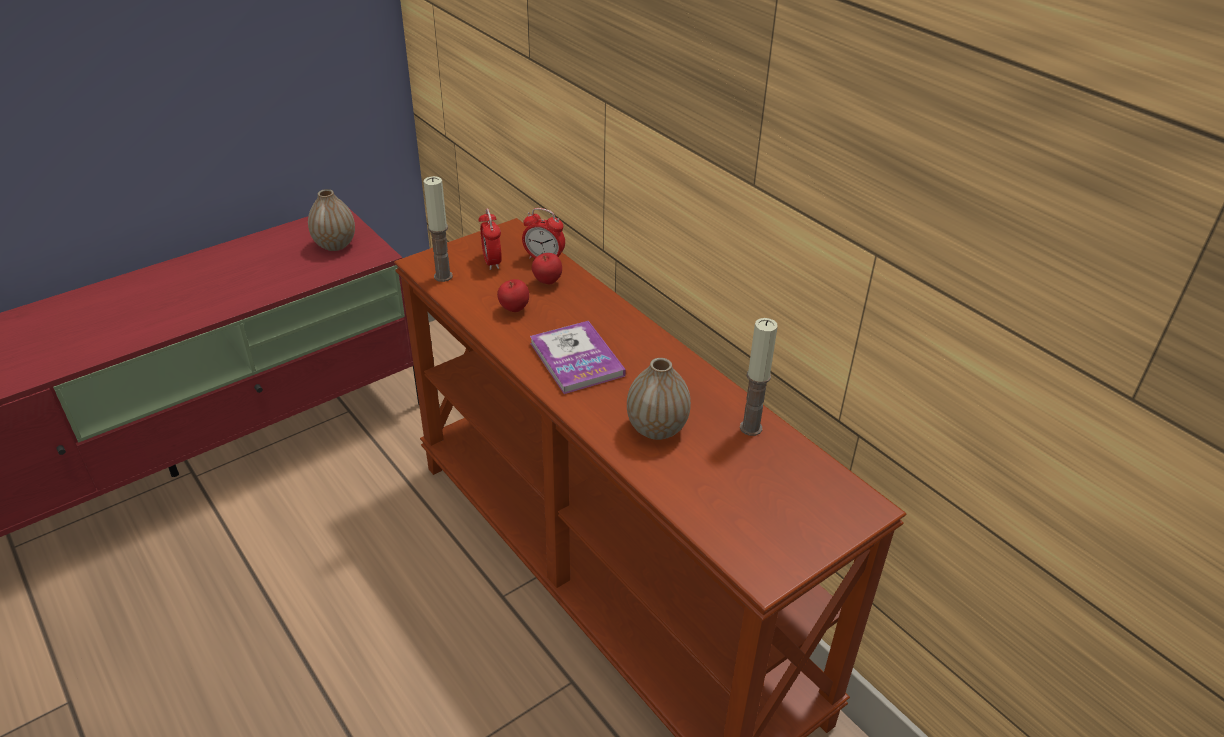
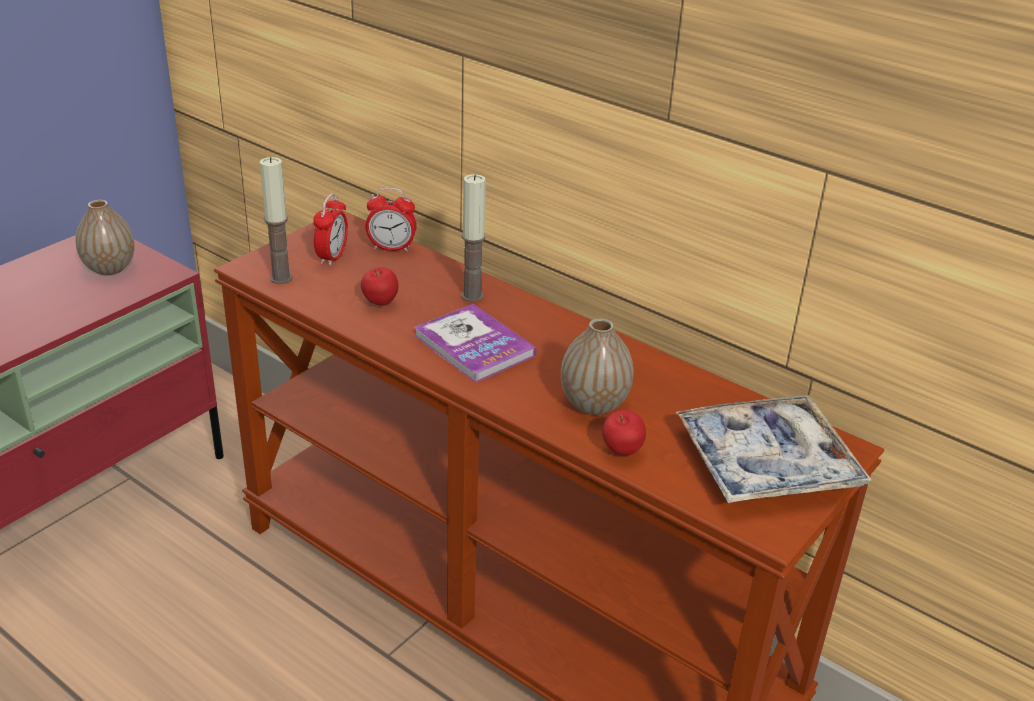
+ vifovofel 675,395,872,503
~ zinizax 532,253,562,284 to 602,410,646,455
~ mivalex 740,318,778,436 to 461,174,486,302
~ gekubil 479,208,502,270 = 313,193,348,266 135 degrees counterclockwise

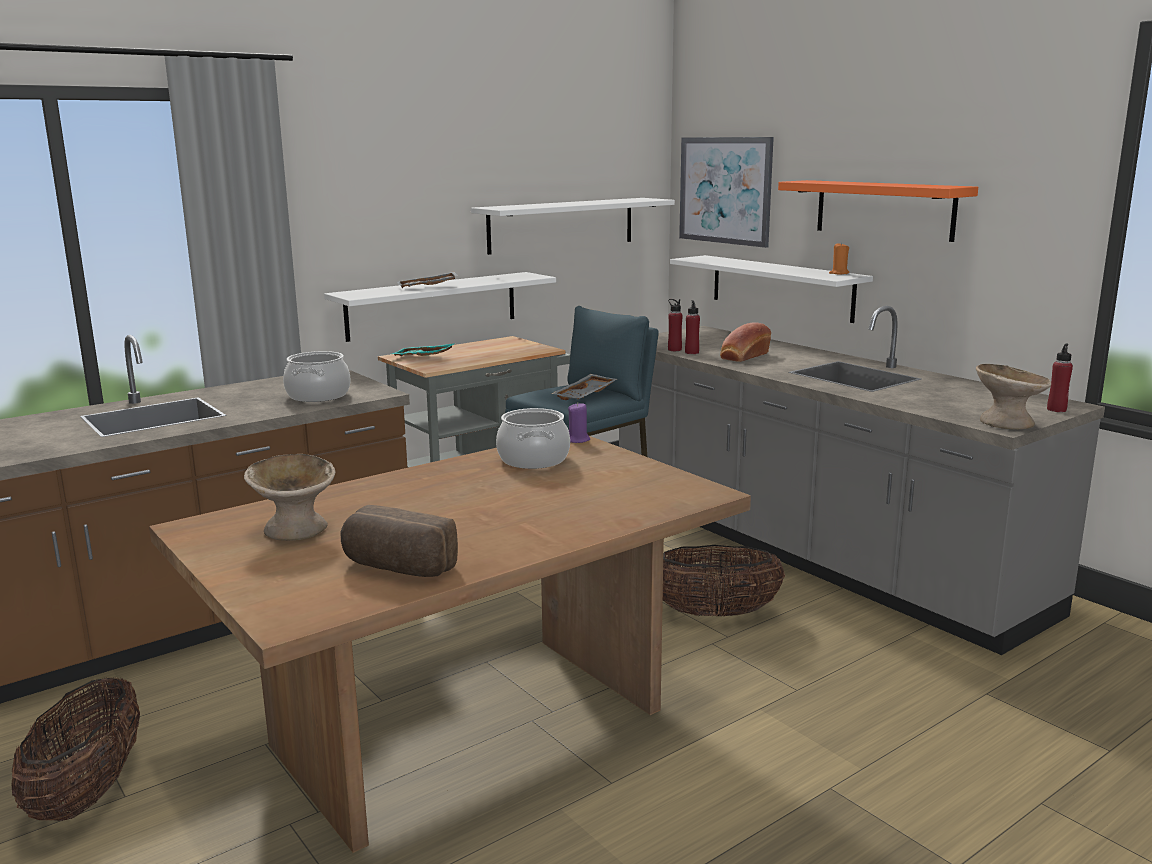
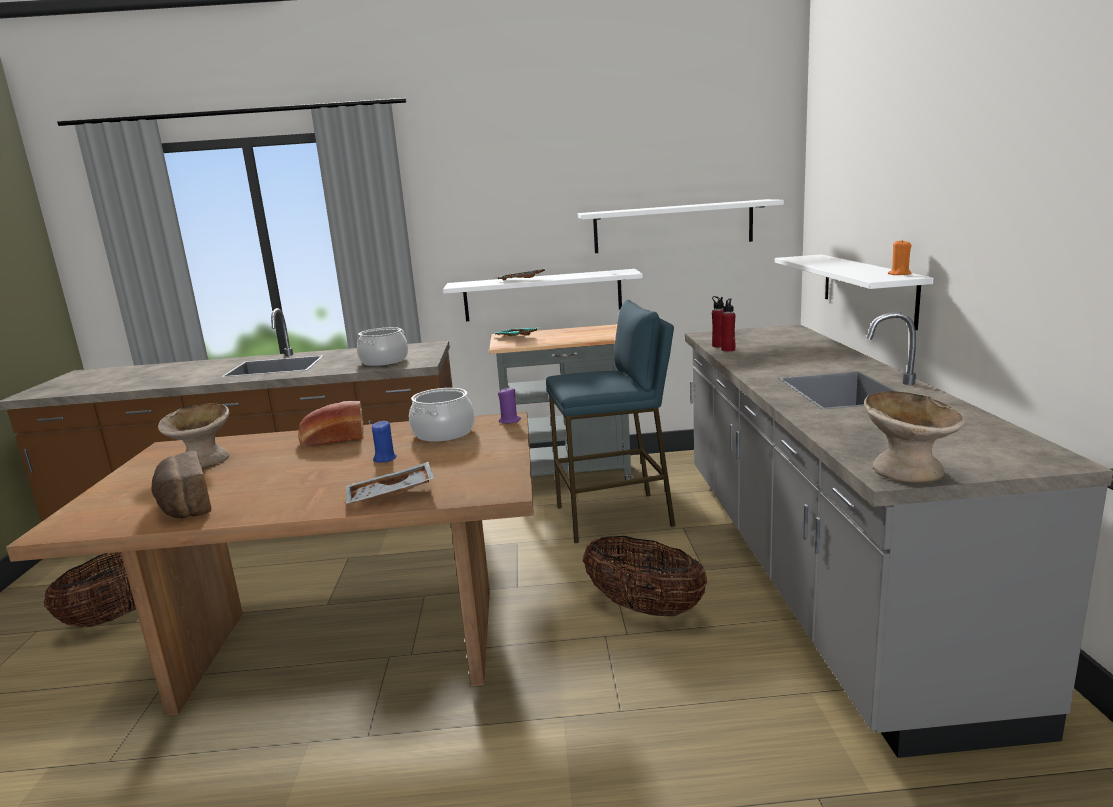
- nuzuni 679,137,774,248
- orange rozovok 778,180,978,242
- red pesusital 1047,344,1073,412
+ blue mivalex 372,421,397,463
~ grey vifovofel 552,374,617,400 to 346,462,434,504
~ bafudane 720,322,771,362 to 298,400,364,447

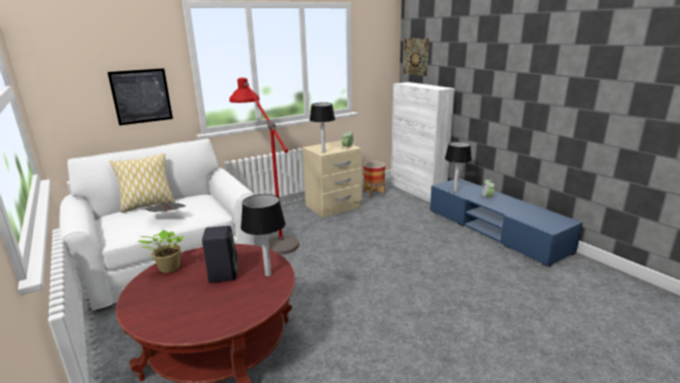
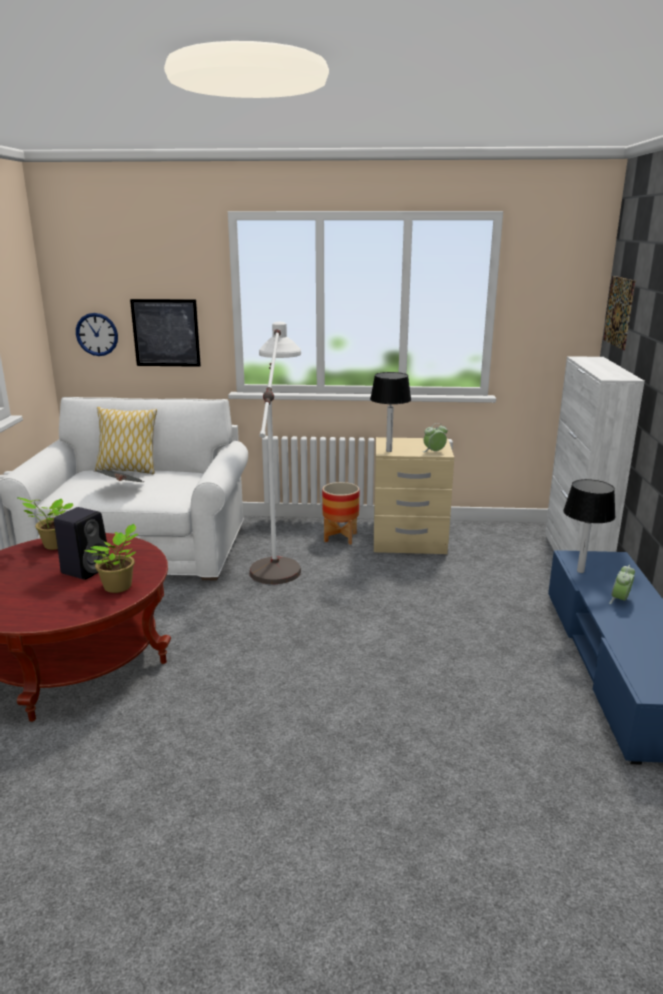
+ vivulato 76,313,118,356
~ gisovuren 364,161,385,198 to 322,482,359,545
~ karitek 241,194,286,277 to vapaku 85,524,139,593
~ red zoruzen 229,78,300,255 to white zoruzen 249,322,301,584

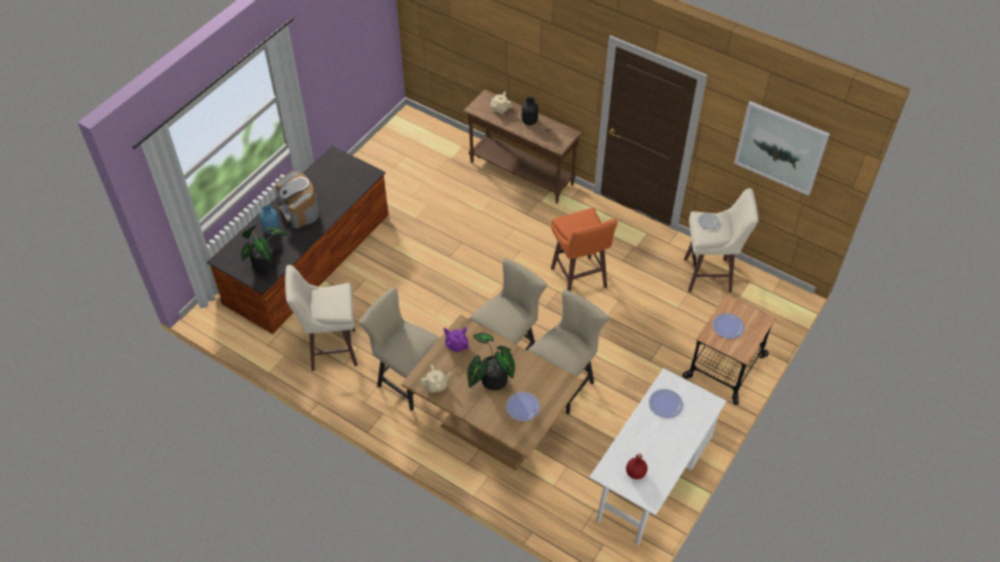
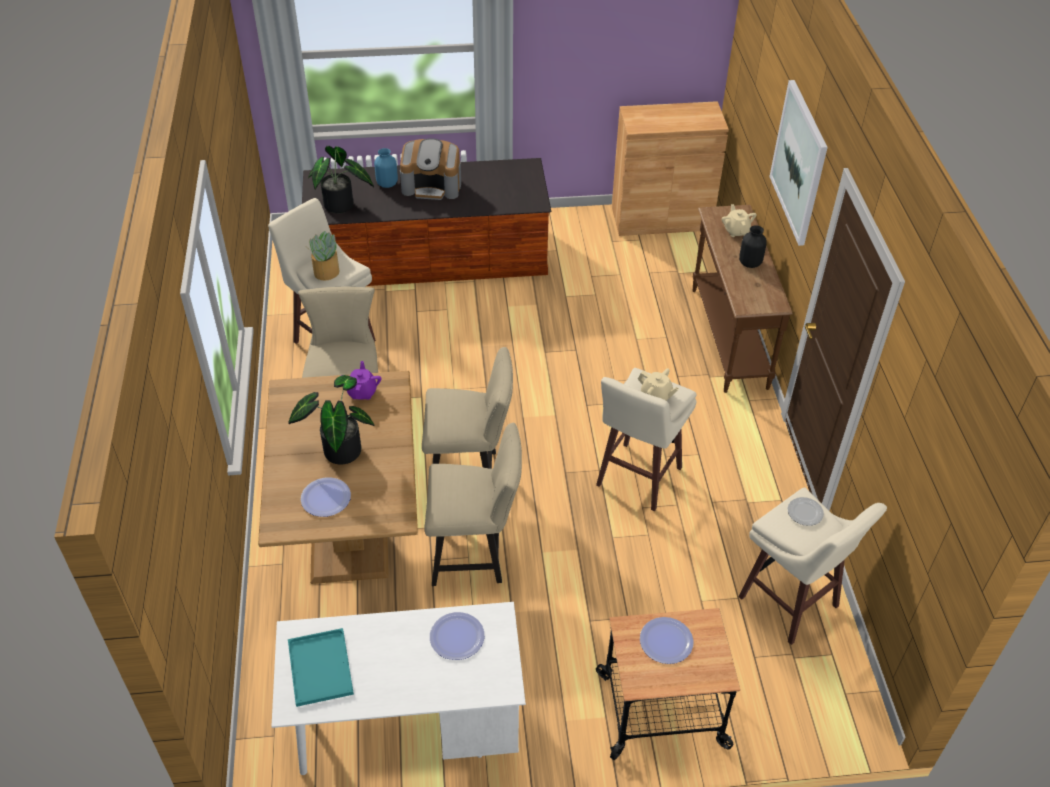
+ vapaku 310,231,339,281
+ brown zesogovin 612,101,729,236
~ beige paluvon 420,365,452,393 to 638,368,679,401
~ nuzuni 734,101,830,196 to 769,80,828,246
~ red pesusital 626,453,647,479 to turquoise vifovofel 288,628,354,707
~ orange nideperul 551,208,618,291 to beige nideperul 596,368,697,511
~ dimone 275,171,319,228 = 400,138,461,200 105 degrees counterclockwise

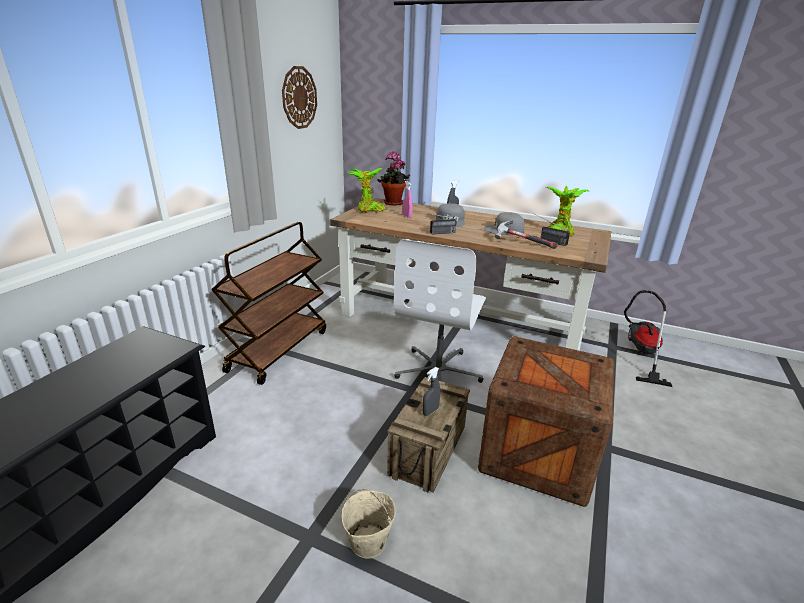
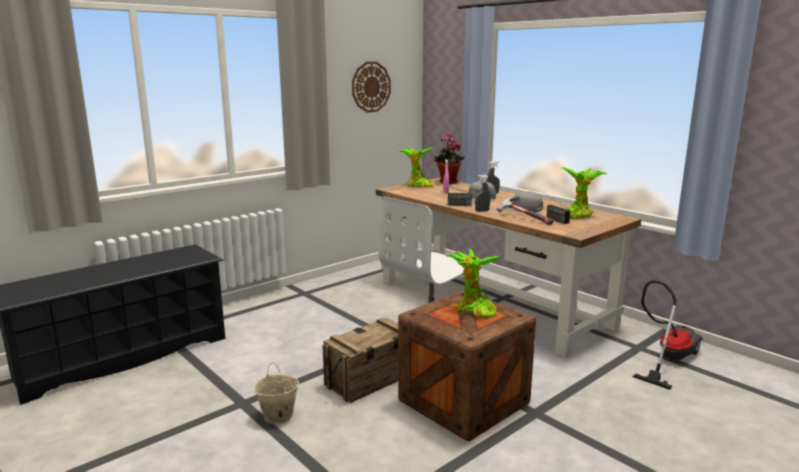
- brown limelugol 211,222,326,385
+ vapaku 445,249,501,317
~ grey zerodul 422,367,440,416 to 475,175,490,212

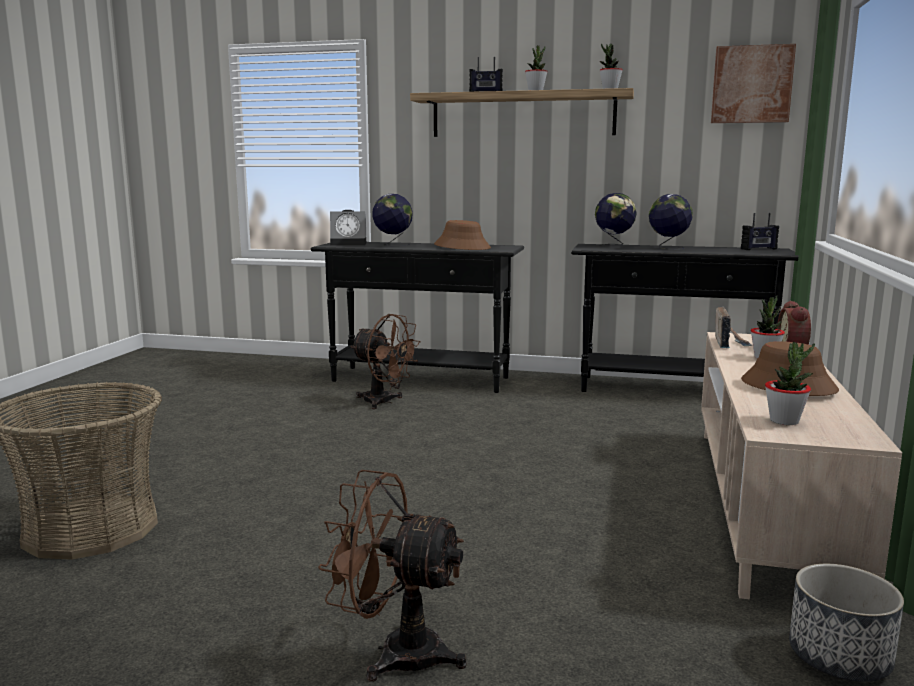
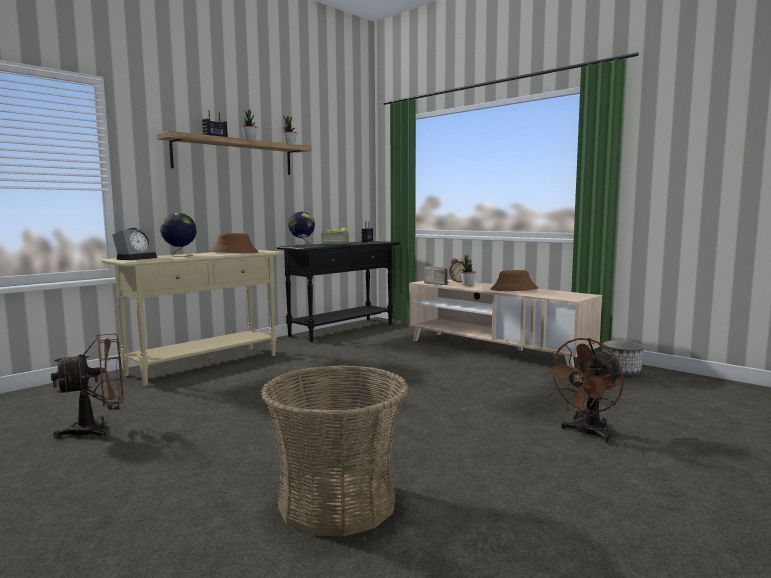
- nuzuni 711,44,796,123
- vapaku 765,342,815,425
~ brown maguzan 350,314,420,409 to 51,334,124,438
~ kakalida 649,194,693,250 to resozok 321,227,349,245
~ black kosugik 311,242,524,393 to beige kosugik 101,250,284,386

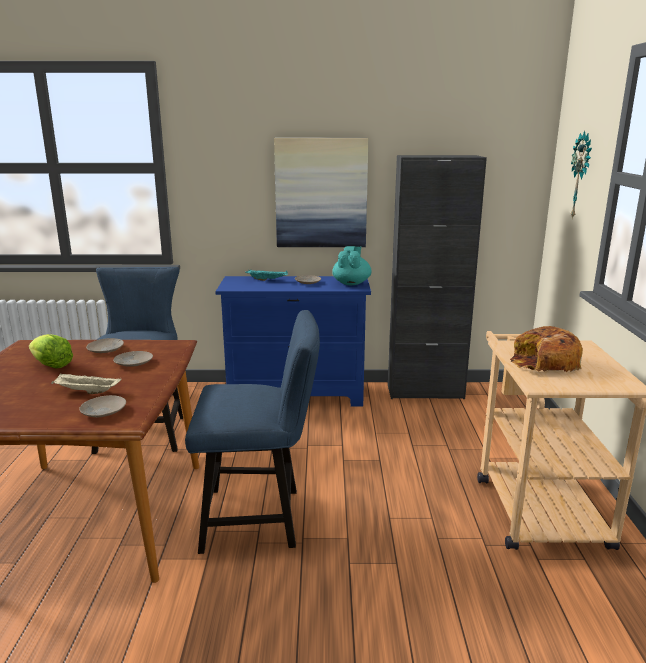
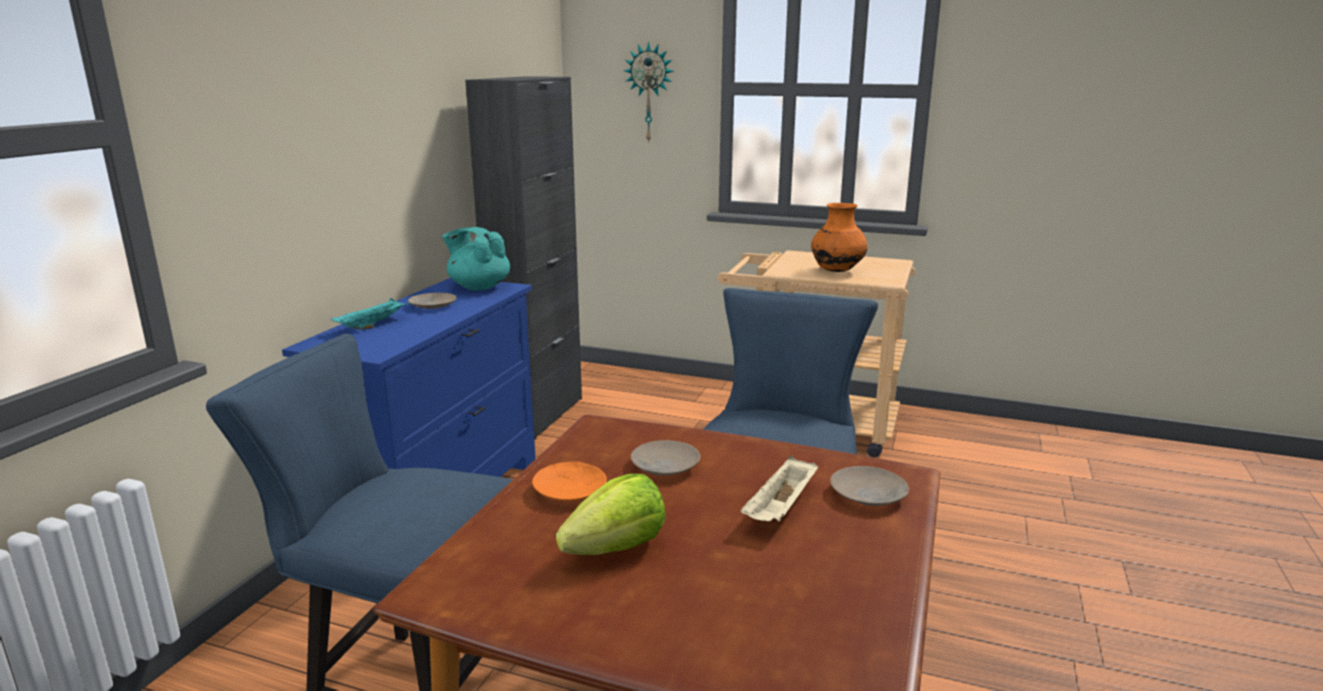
- nuzuni 274,138,368,247
~ bafudane 510,326,583,372 to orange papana 811,203,868,272
~ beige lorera 86,338,124,353 to orange lorera 532,461,607,502

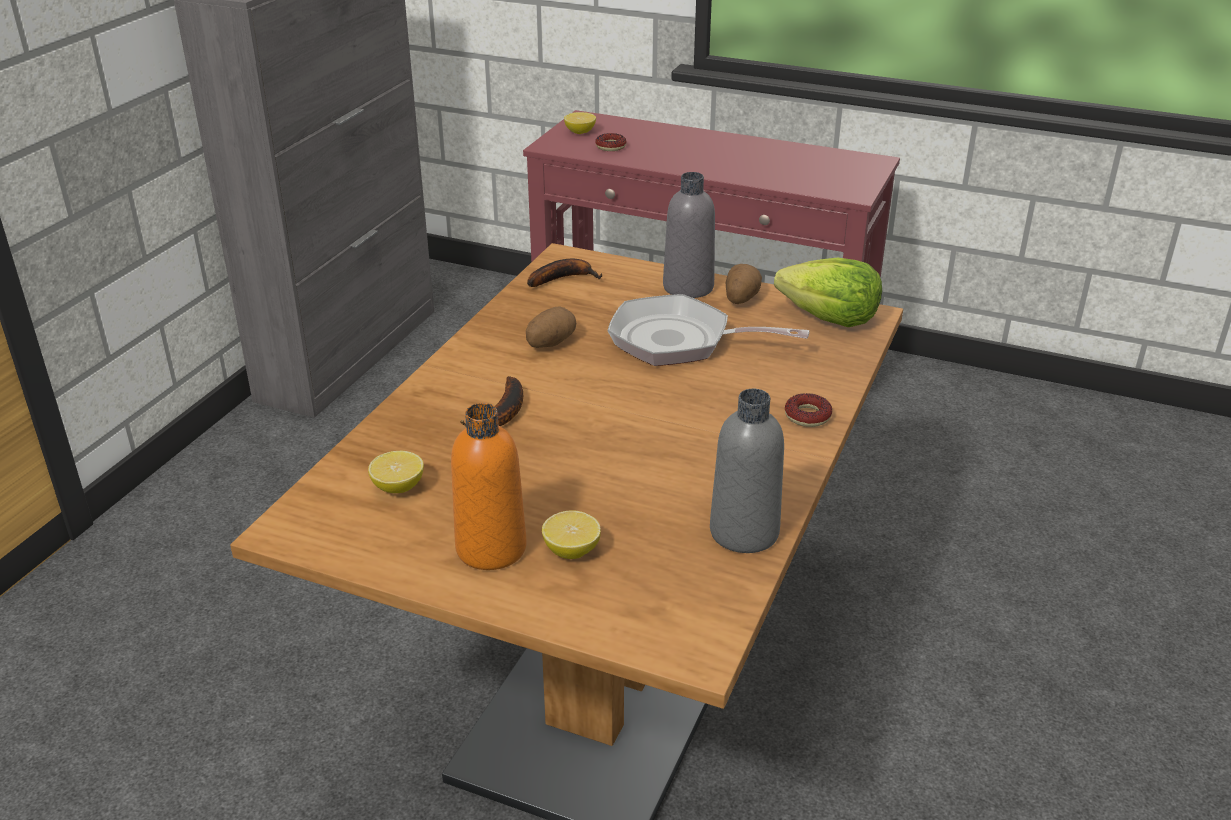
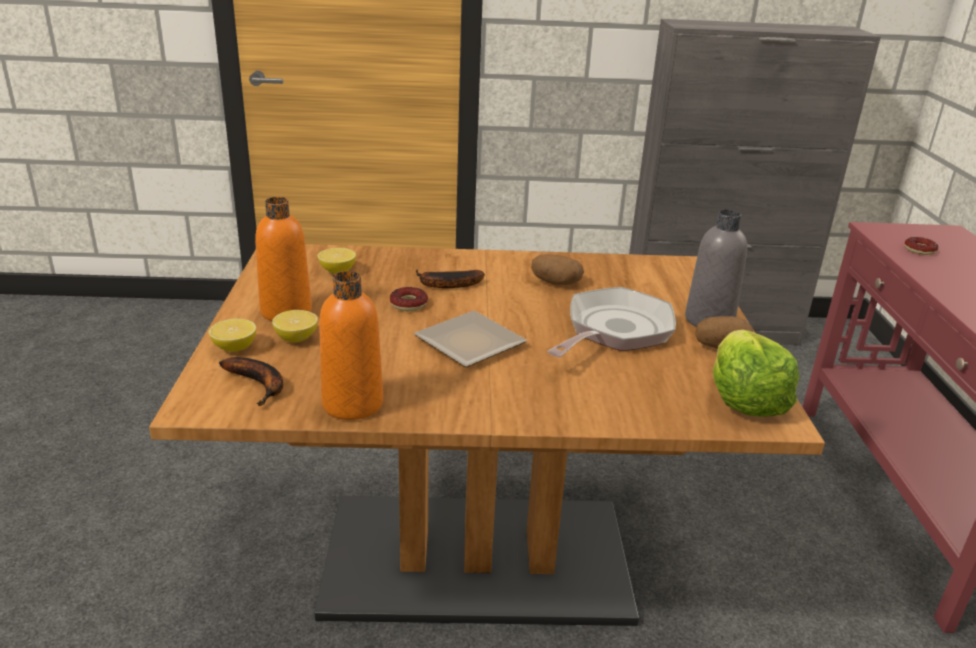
+ lorera 414,311,527,367
~ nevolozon 527,259,602,287 to 219,357,283,406
~ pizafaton 564,112,596,134 to 209,318,256,352
~ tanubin 785,393,832,427 to 390,287,428,311
~ grey pesusital 710,389,784,553 to orange pesusital 319,271,383,420
~ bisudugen 607,294,810,366 = 547,287,676,357 45 degrees clockwise

